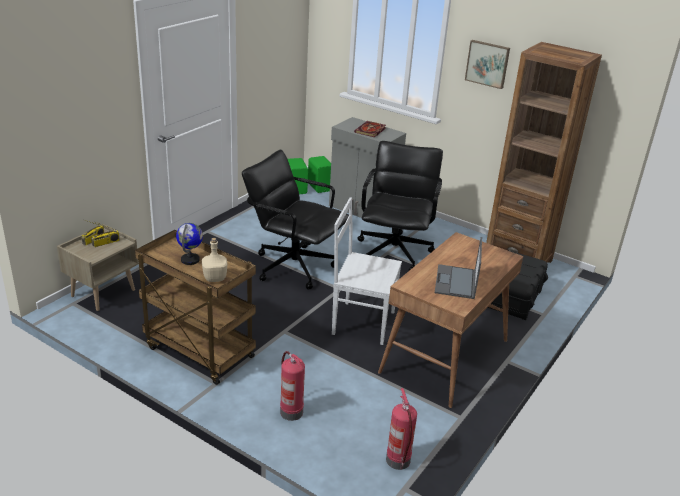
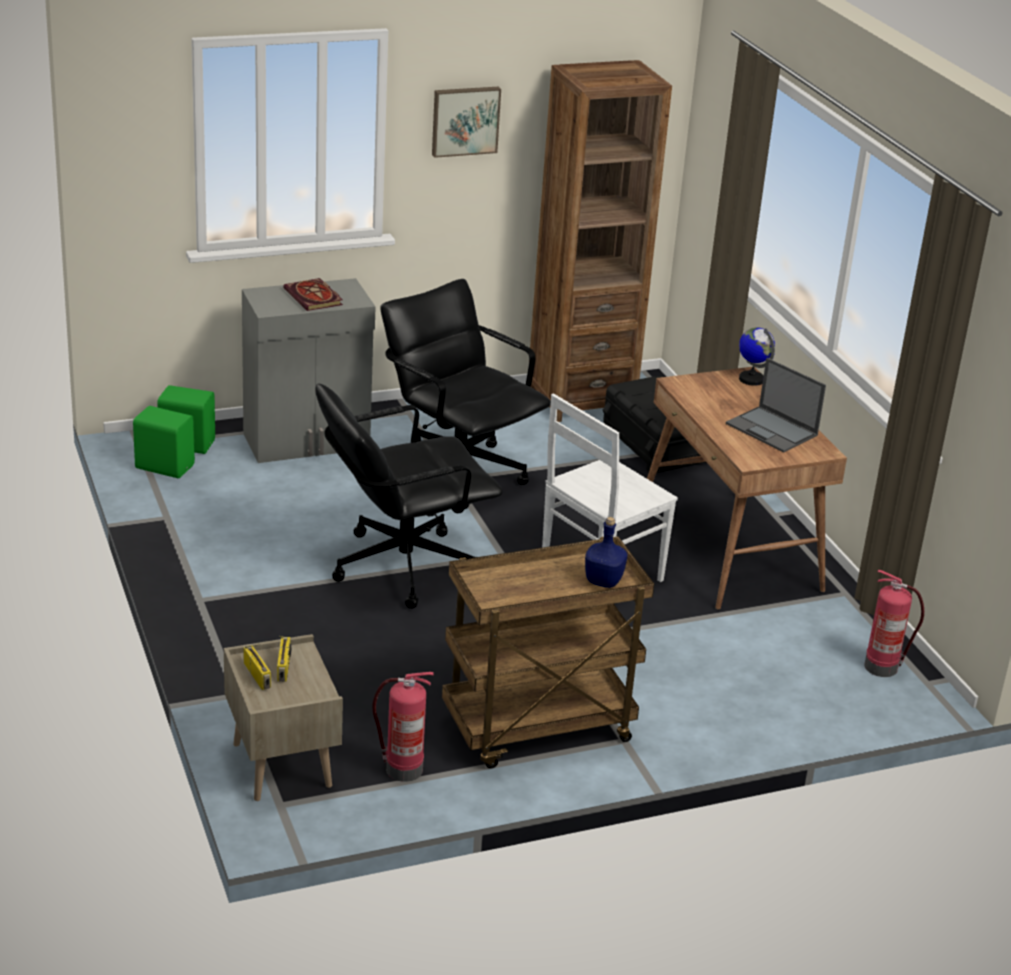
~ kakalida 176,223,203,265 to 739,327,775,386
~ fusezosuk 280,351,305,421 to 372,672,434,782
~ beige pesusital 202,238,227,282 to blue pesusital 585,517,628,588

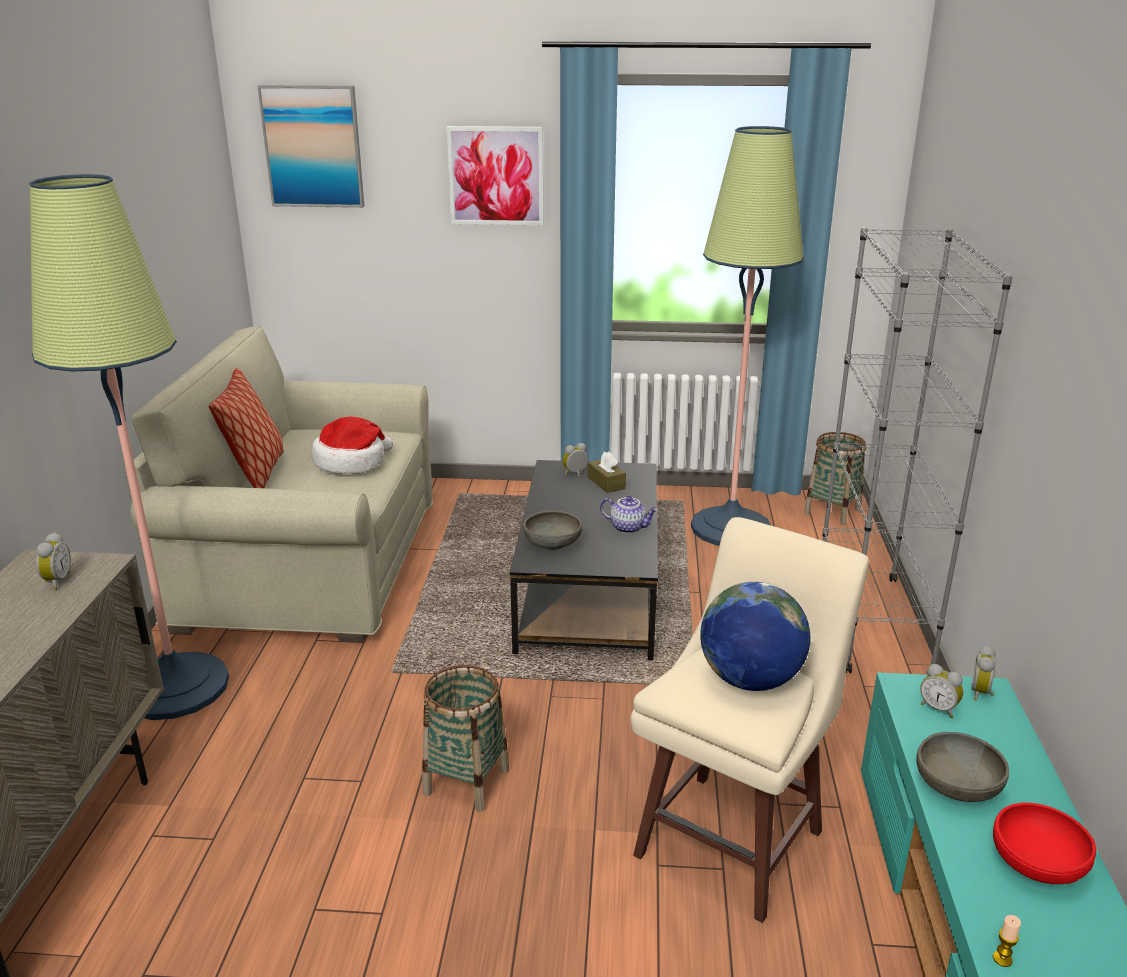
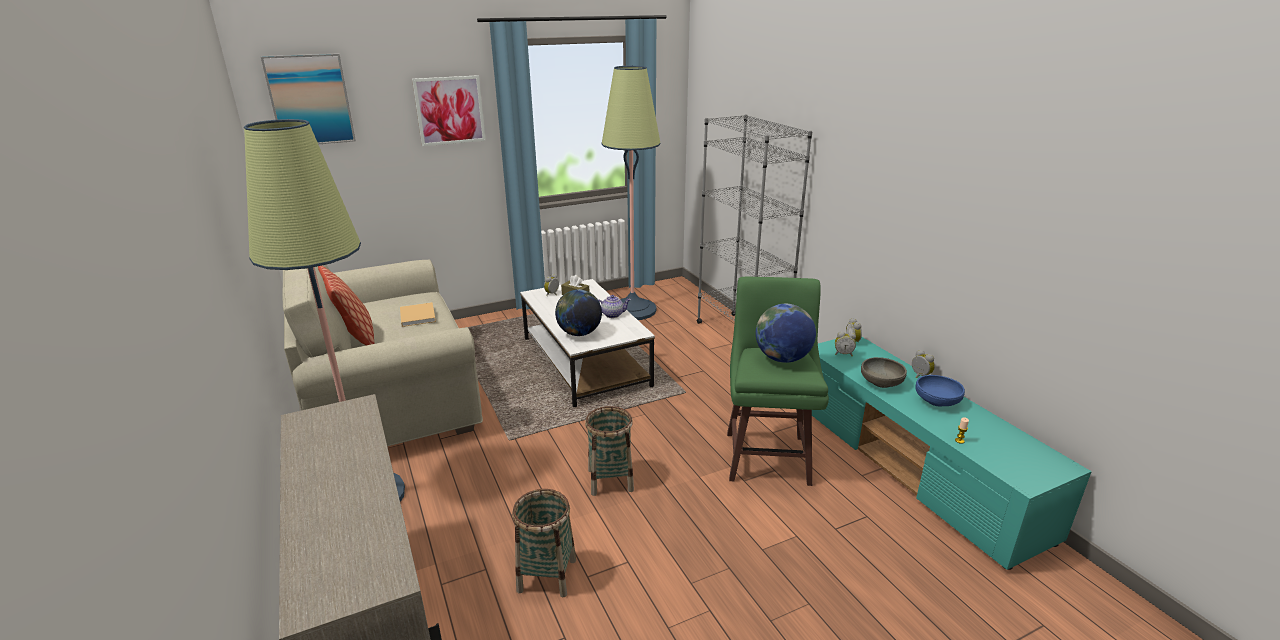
~ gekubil 36,532,71,589 to 912,350,935,378
~ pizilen 804,432,866,525 to 512,489,576,597
~ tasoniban 312,417,393,474 to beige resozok 400,302,436,327
~ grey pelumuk 523,510,582,550 to kakalida 555,289,602,336
~ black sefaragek 510,460,658,660 to white sefaragek 520,279,655,407
~ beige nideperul 631,517,869,923 to green nideperul 727,277,829,486
~ red pelumuk 993,802,1096,884 to blue pelumuk 916,375,965,407

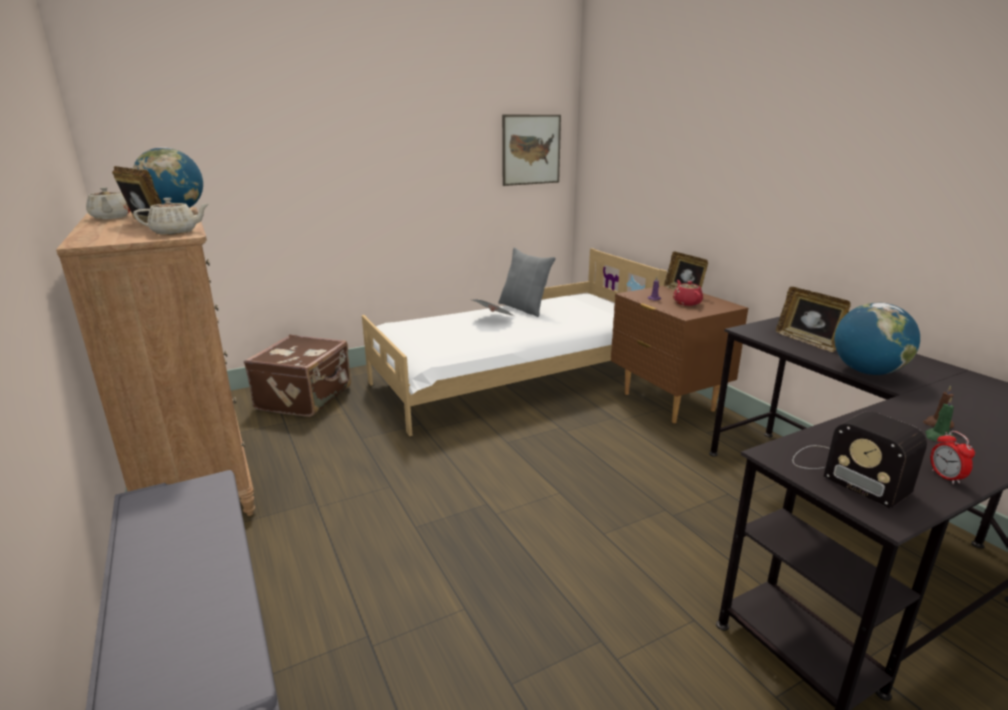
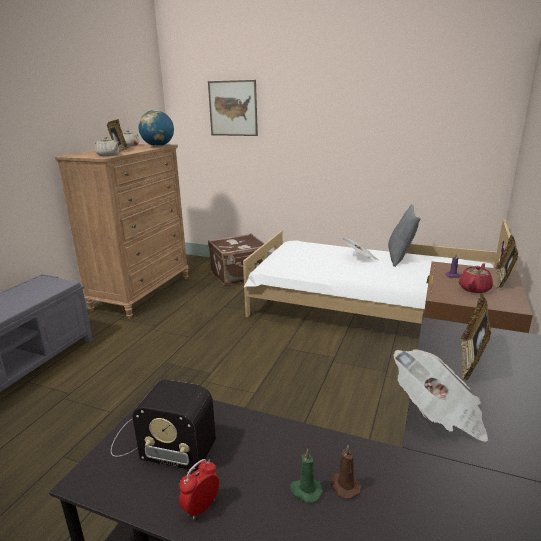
~ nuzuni 502,115,561,186 to 208,80,258,136
~ kakalida 835,303,920,375 to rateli 393,349,488,442
~ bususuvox 792,411,927,509 = 111,380,216,471 90 degrees counterclockwise

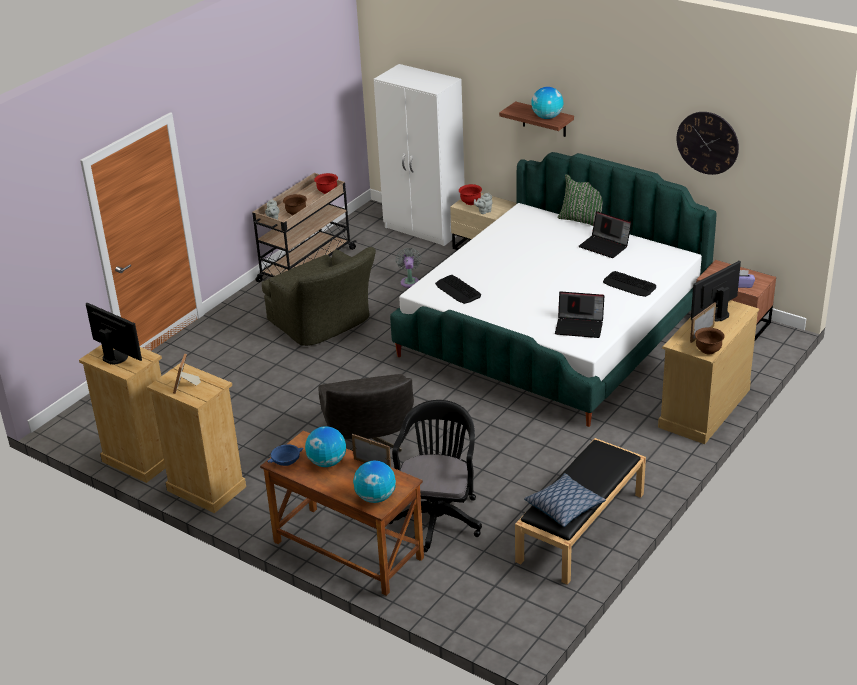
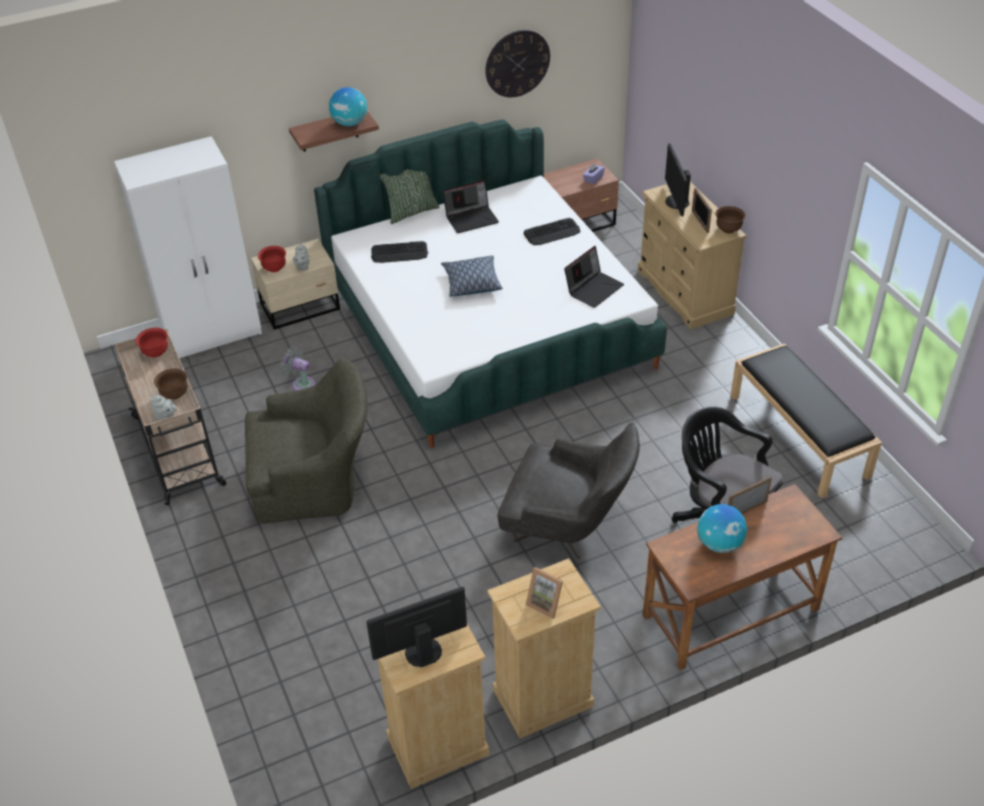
- blue pelumuk 267,444,303,466
- kakalida 353,461,396,503
~ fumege 435,275,481,304 to 371,241,428,263
~ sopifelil 524,473,606,527 to 441,255,503,297

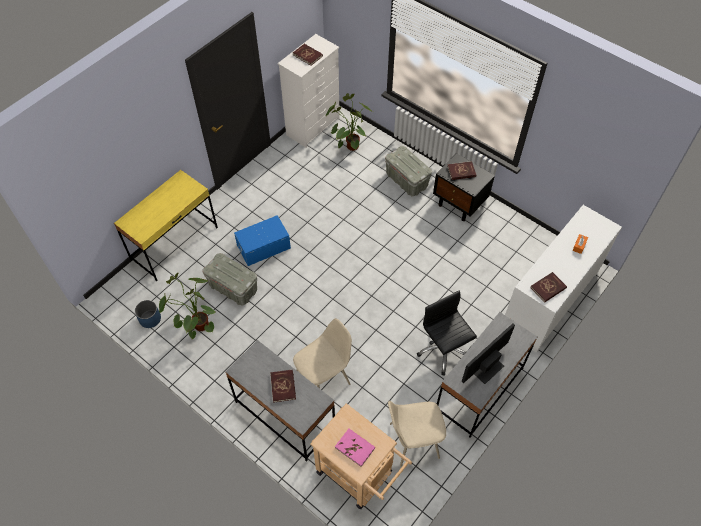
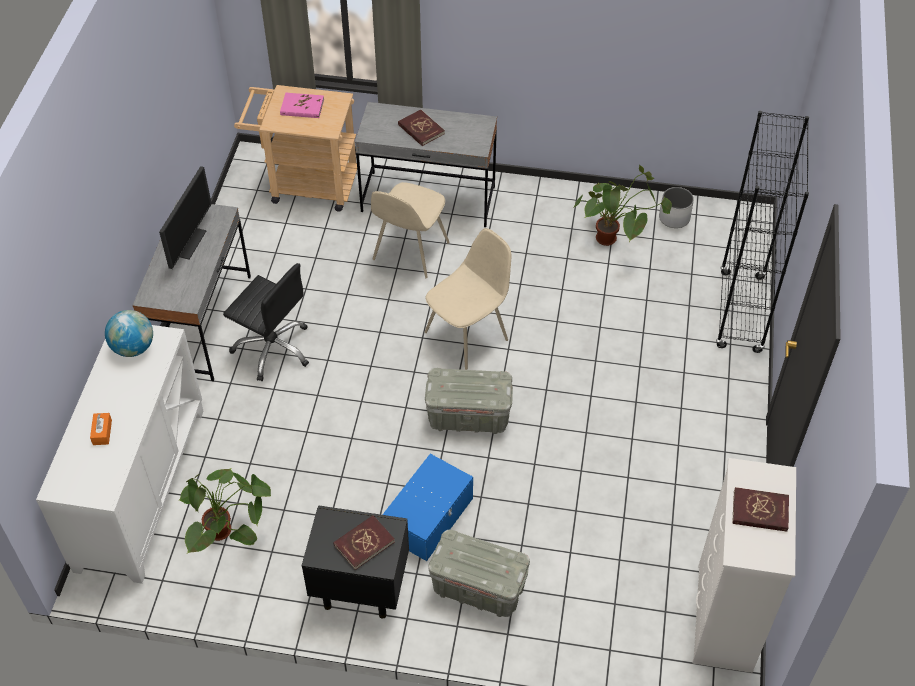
~ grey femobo 203,253,257,306 to 425,368,513,434
~ blue femobo 234,215,291,266 to 383,454,473,561
~ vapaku 325,93,373,151 to 179,468,271,553
~ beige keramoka 388,401,446,467 to 425,228,511,370
~ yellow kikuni 114,170,218,281 to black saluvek 716,111,809,353
~ red resozok 530,272,567,303 to kakalida 105,310,153,357
~ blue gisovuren 135,300,161,328 to white gisovuren 659,187,694,228

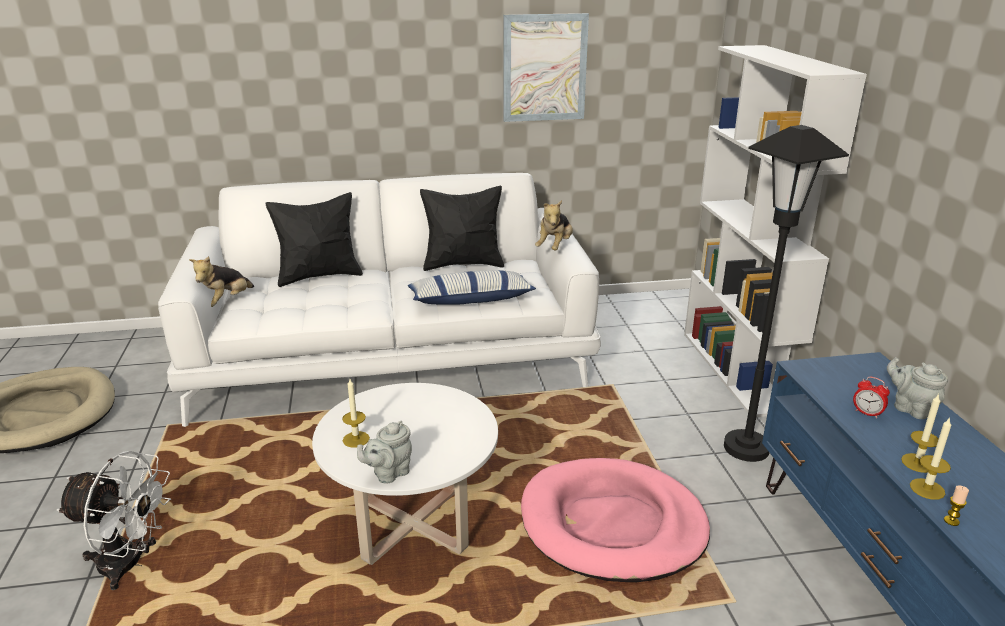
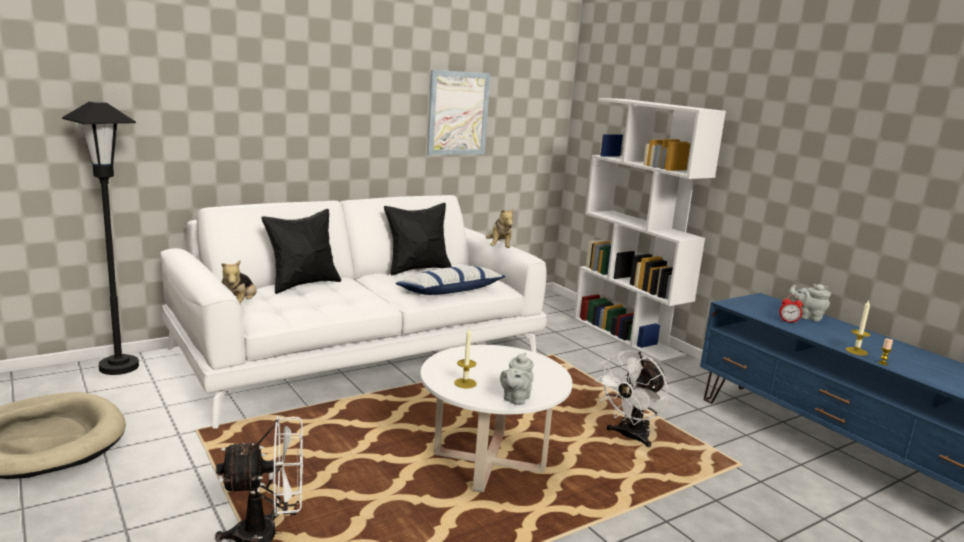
- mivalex 901,394,940,473
~ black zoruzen 724,125,849,462 to 62,102,139,375
~ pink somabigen 521,458,710,582 to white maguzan 595,350,668,447

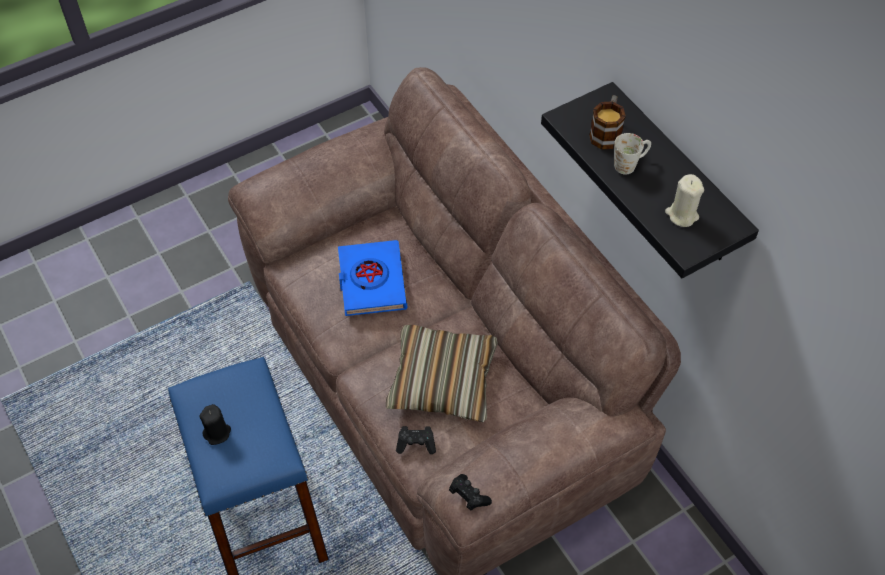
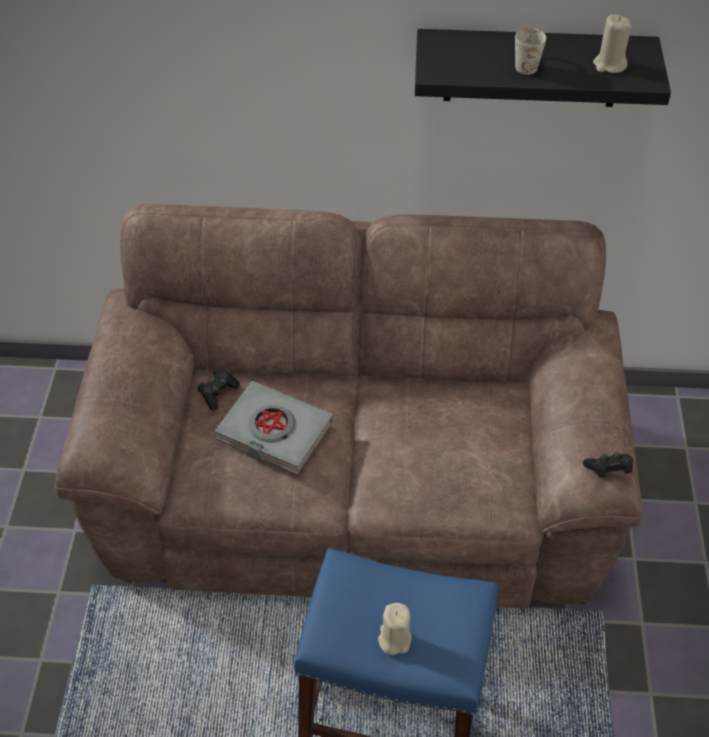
- sopifelil 386,325,498,422
- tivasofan 589,95,626,150
~ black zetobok 396,426,436,454 to 197,367,240,410
~ black mivalex 200,404,231,445 to beige mivalex 378,603,411,655
~ blue resozok 338,240,407,316 to grey resozok 215,381,333,475

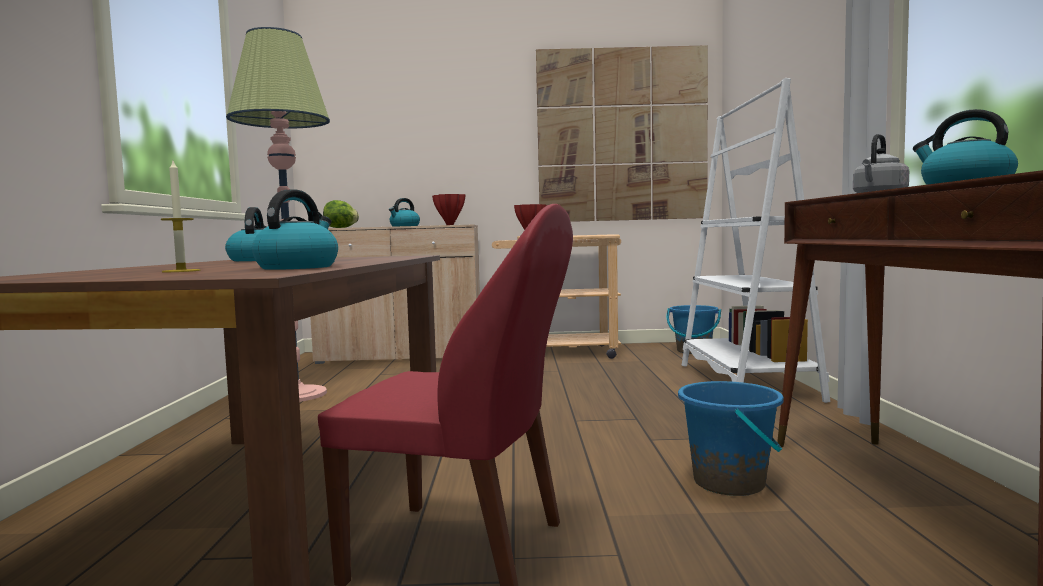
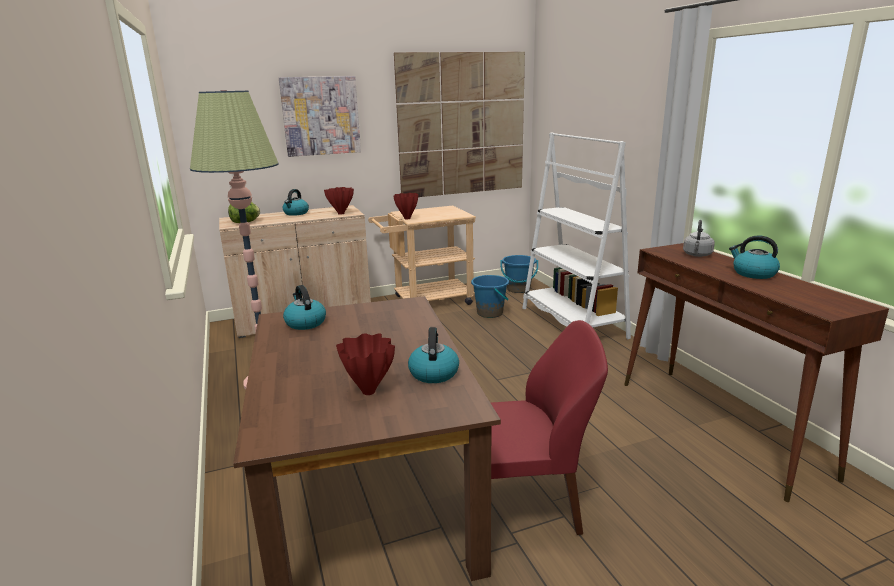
+ nuzuni 279,76,361,157
~ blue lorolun 678,381,784,496 to 471,275,509,318
~ mivalex 161,161,201,272 to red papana 336,333,395,395

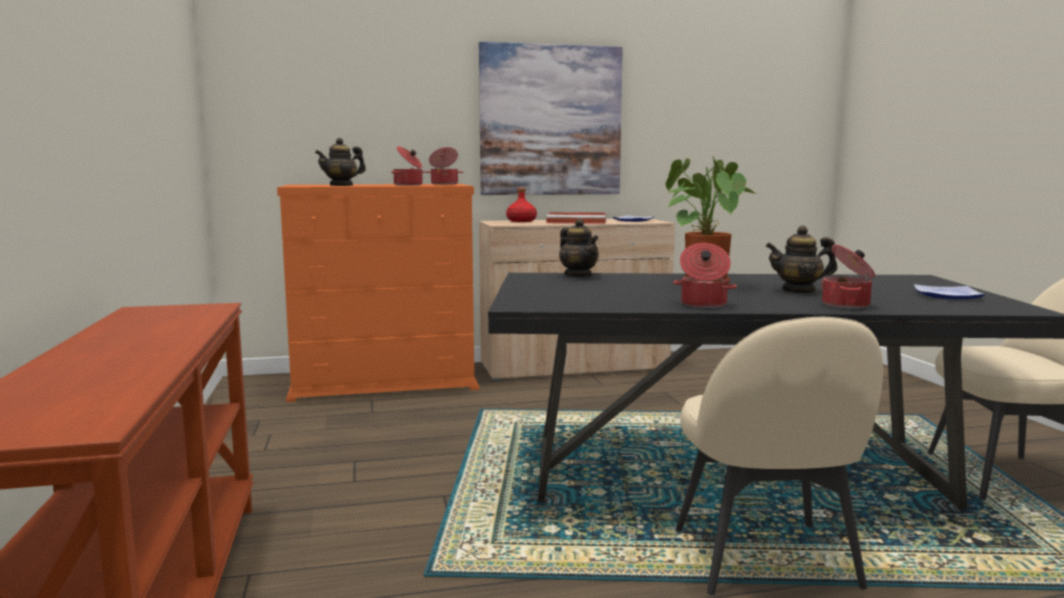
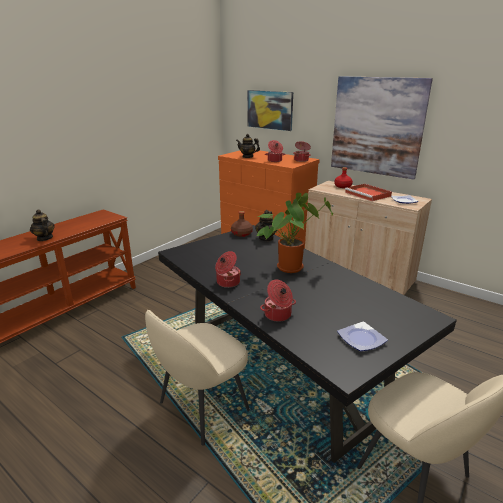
+ brown pesusital 231,211,253,237
+ nuzuni 247,90,293,131
~ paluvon 766,226,837,294 to 30,210,55,241

